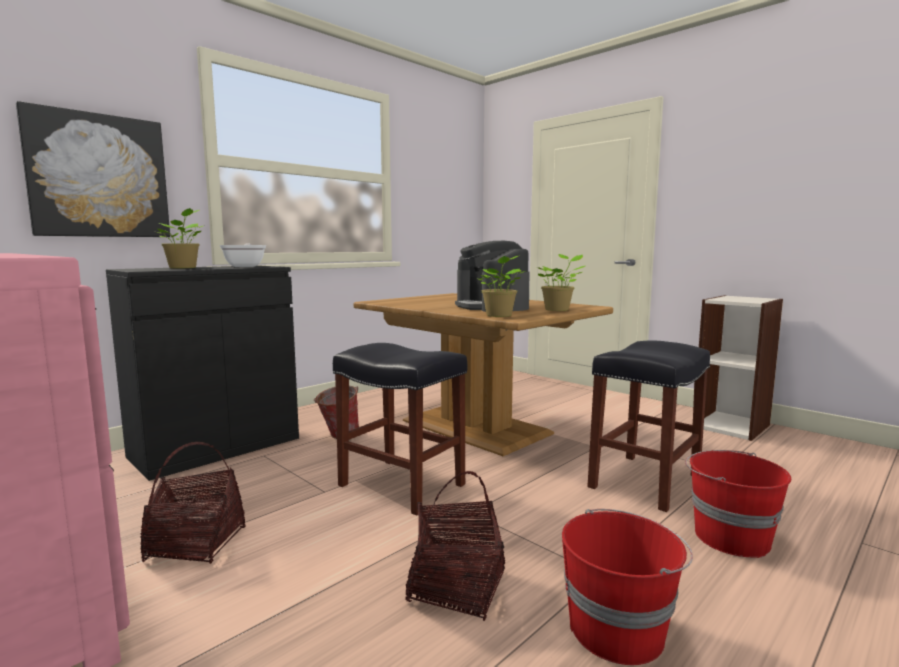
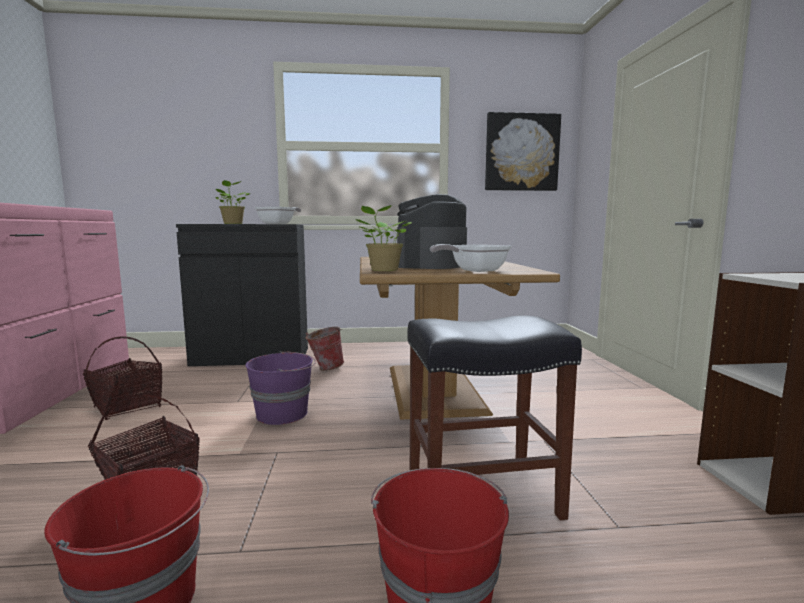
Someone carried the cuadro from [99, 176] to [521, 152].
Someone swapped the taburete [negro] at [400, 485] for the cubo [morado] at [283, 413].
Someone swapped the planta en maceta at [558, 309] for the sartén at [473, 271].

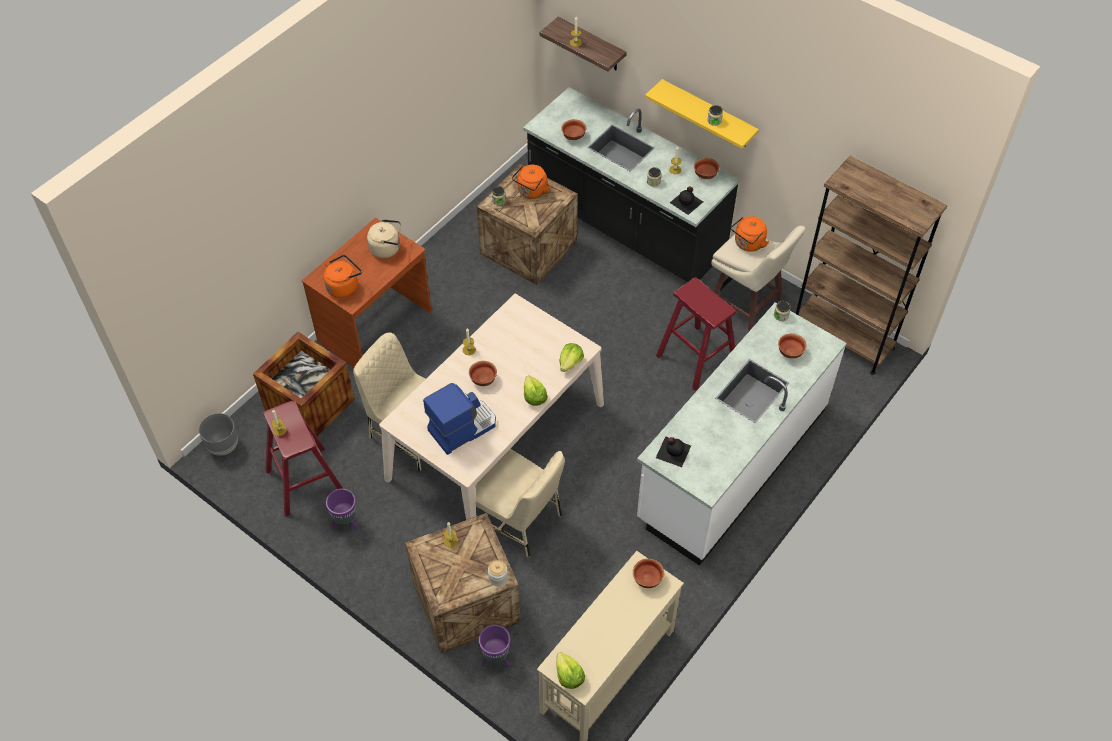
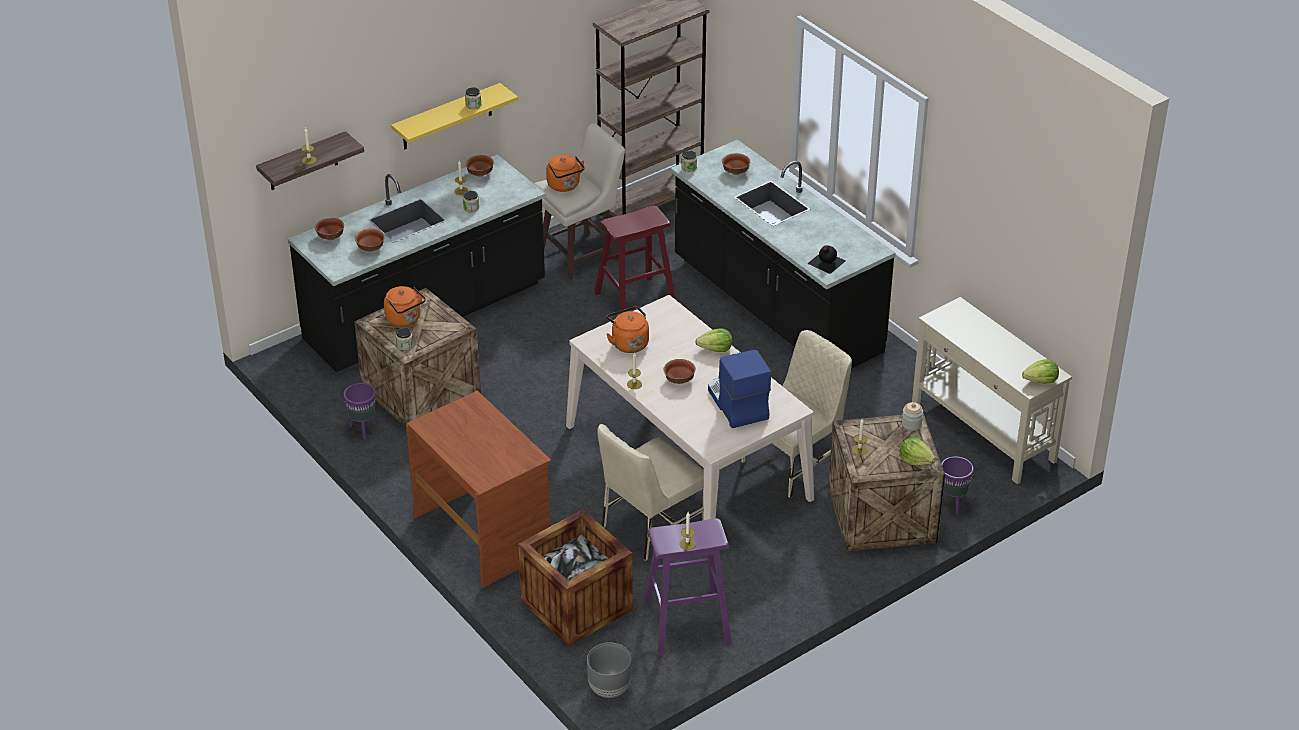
Someone repainted the taburete [rojo] at [305, 481], which became the taburete [morado] at [687, 621].
Someone carried the hervidor [naranja] from [344, 286] to [628, 343].
Someone carried the maceta [morado] from [346, 523] to [363, 429].
Someone took away the hervidor [beis] at [387, 248].
Someone carried the lechuga from [570, 362] to [915, 460].
Someone carried the cuenco from [647, 578] to [330, 237].
Someone repainted the mueble bajo de cocina [blanco] at [731, 464], which became the mueble bajo de cocina [negro] at [775, 307].
Someone took away the botella [negro] at [687, 202].

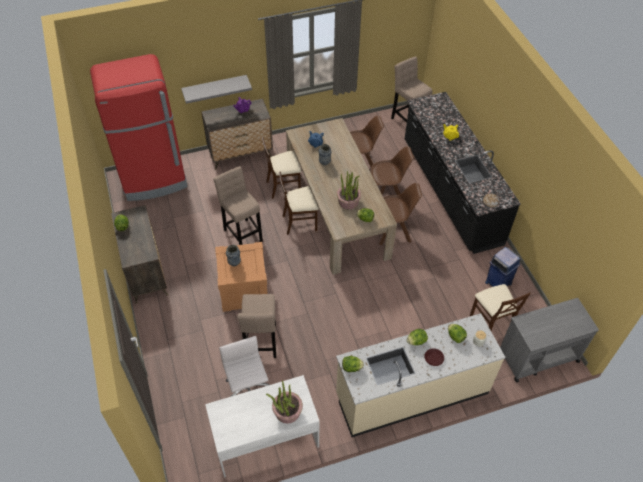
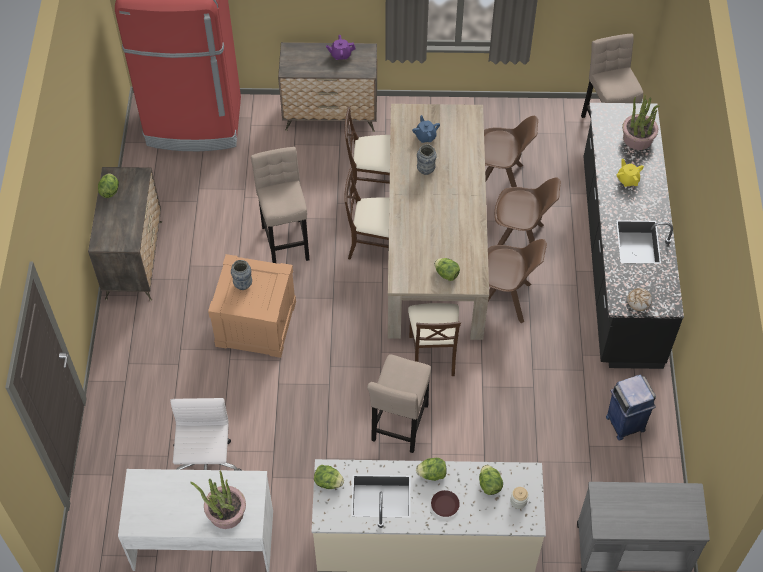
Someone took away the estante [gris] at [215, 87].
Someone carried the taburete [beis] from [261, 343] to [399, 426].
Someone carried the planta en maceta from [348, 202] to [637, 138].
Someone carried the silla [beis] from [491, 323] to [433, 354].

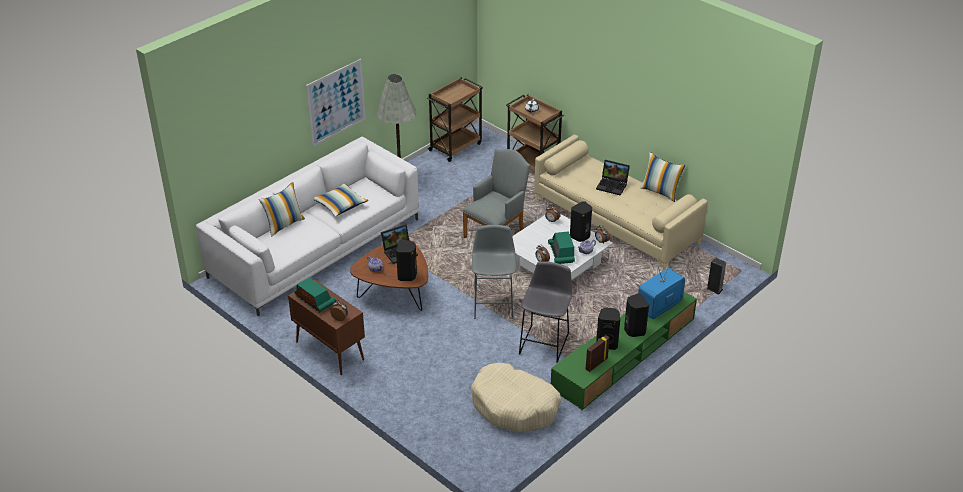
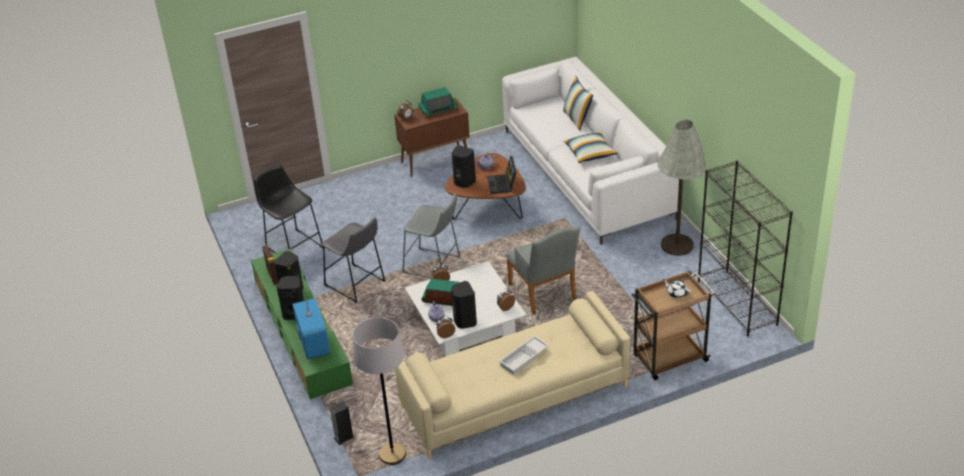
Someone took away the cuadro at [336, 102].
Someone swapped the carrito [marrón] at [456, 146] for the estantería [negro] at [737, 303].
Someone swapped the cama para perro [beis] at [514, 406] for the taburete [negro] at [293, 246].
Someone swapped the portátil at [613, 185] for the bandeja [blanco] at [524, 358].
Someone took away the cojín at [660, 192].
Someone put down the lámpara de pie [gris] at [392, 454].

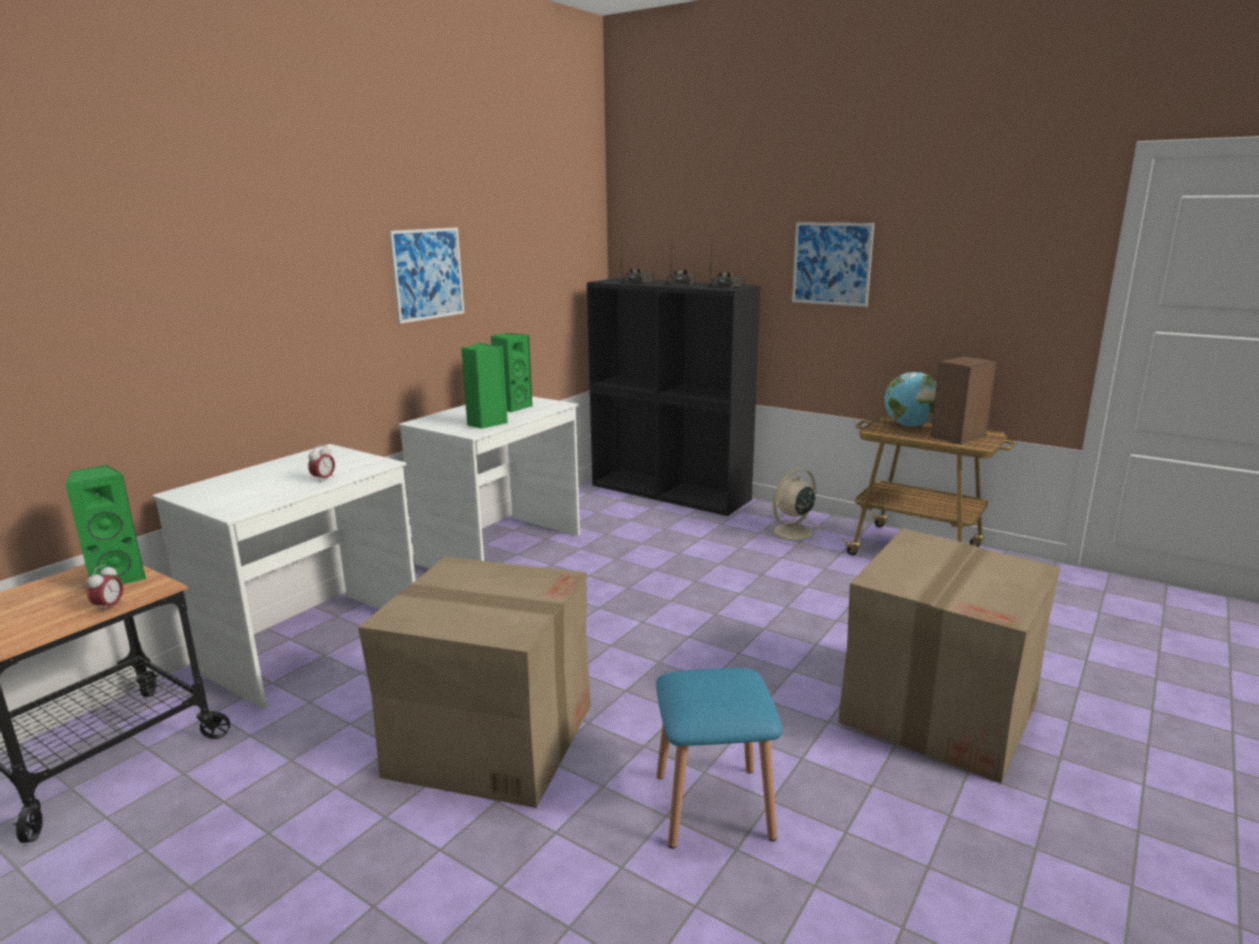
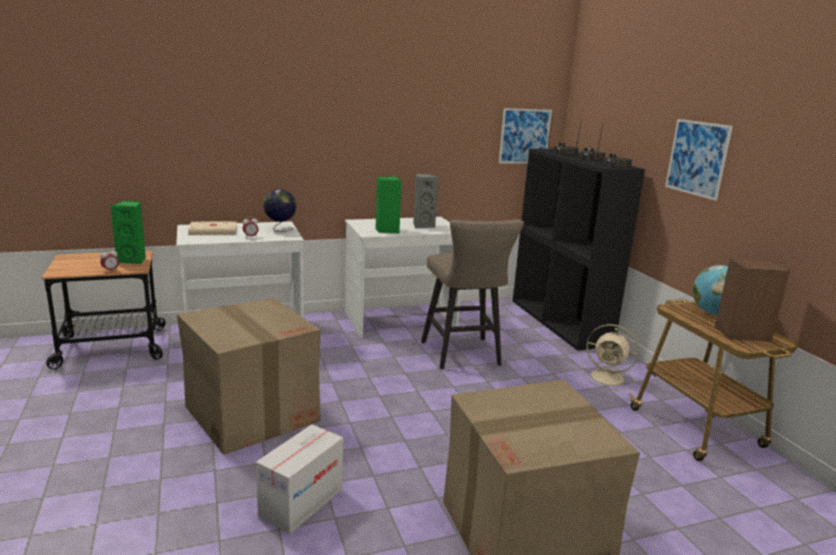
Someone carried the cuadro from [428, 274] to [525, 136].
Someone repainted the altavoz [verde] at [512, 407], which became the altavoz [gris] at [422, 225].
Someone swapped the taburete [azul] at [713, 805] for the caja de cartón at [301, 502].
Someone rotated the ventilador [beis] at [791, 533] by 150 degrees counterclockwise.
Someone put down the libro [beis] at [213, 231].
Someone put down the globo terráqueo at [280, 229].
Someone put down the taburete [beis] at [463, 356].

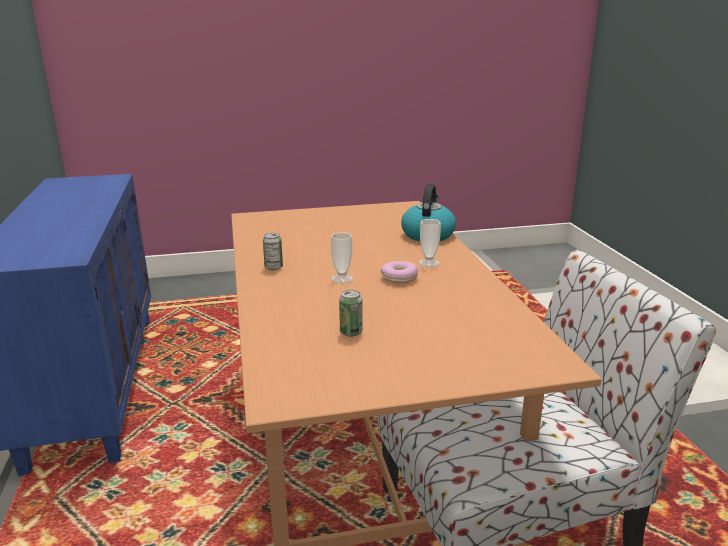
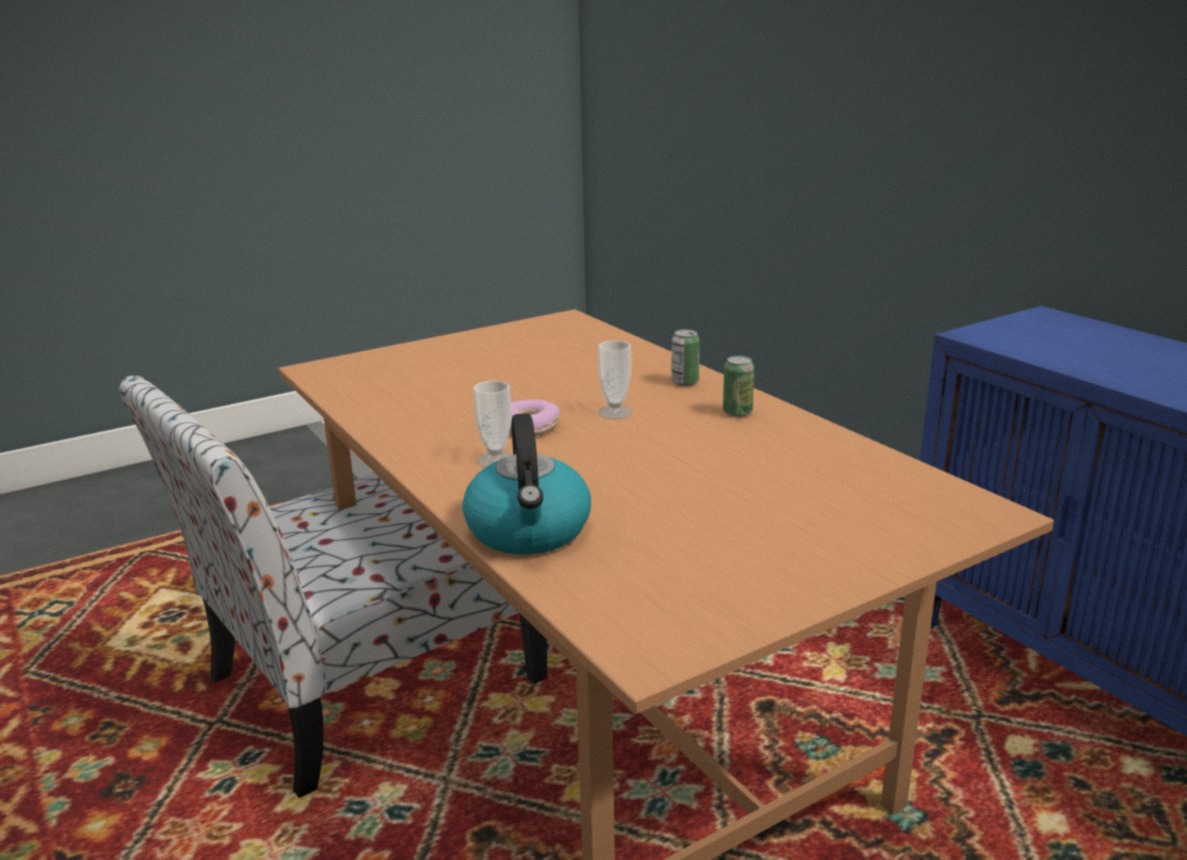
Someone carried the lata from [351, 332] to [685, 382].

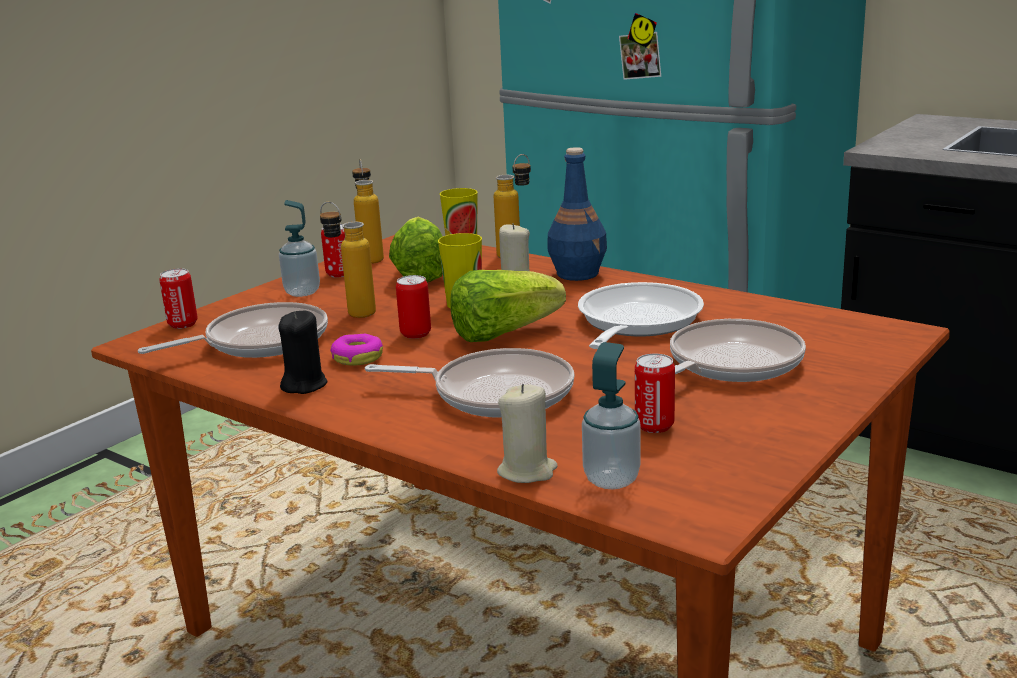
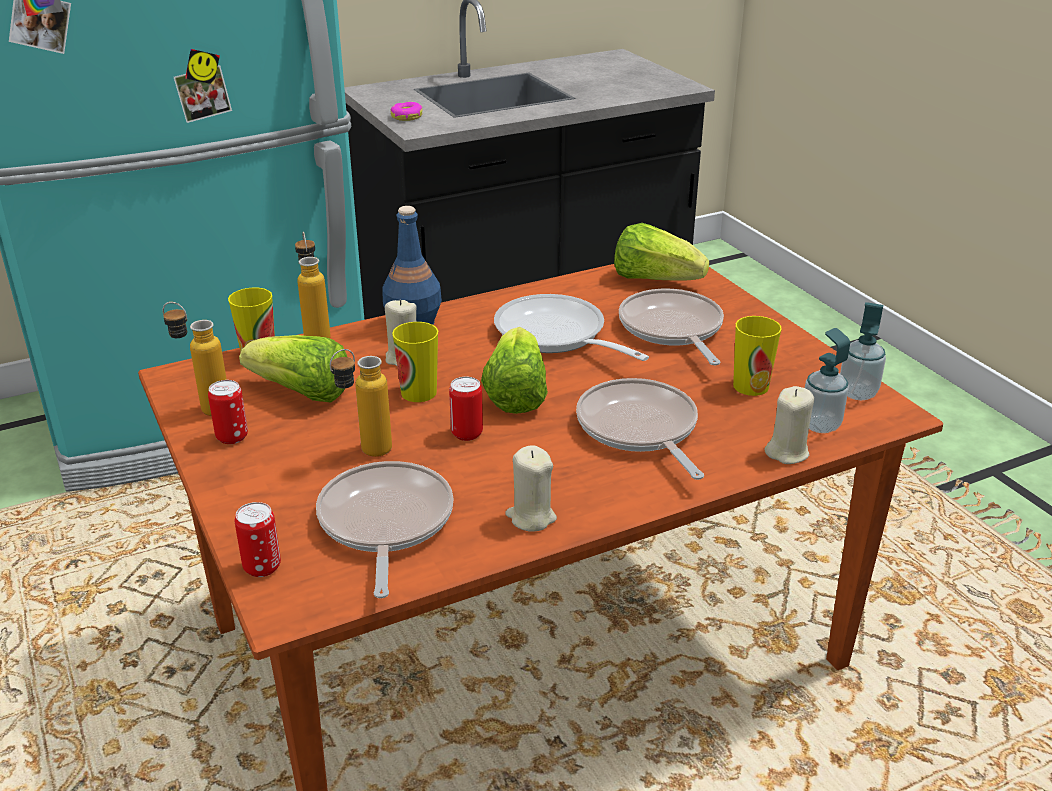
Someone repainted the vela [negro] at [304, 385], which became the vela [beis] at [531, 517].
Someone carried the dispensador de jabón from [302, 292] to [857, 393].
Someone carried the rosquilla from [357, 357] to [406, 117].
Someone rotated the sartén at [495, 393] by 60 degrees counterclockwise.
Someone swapped the lata at [654, 426] for the taza at [750, 386].
Someone put down the lechuga at [655, 280].

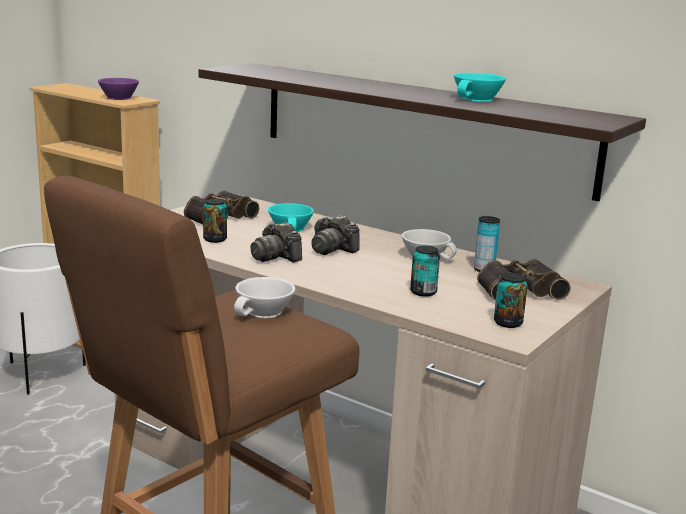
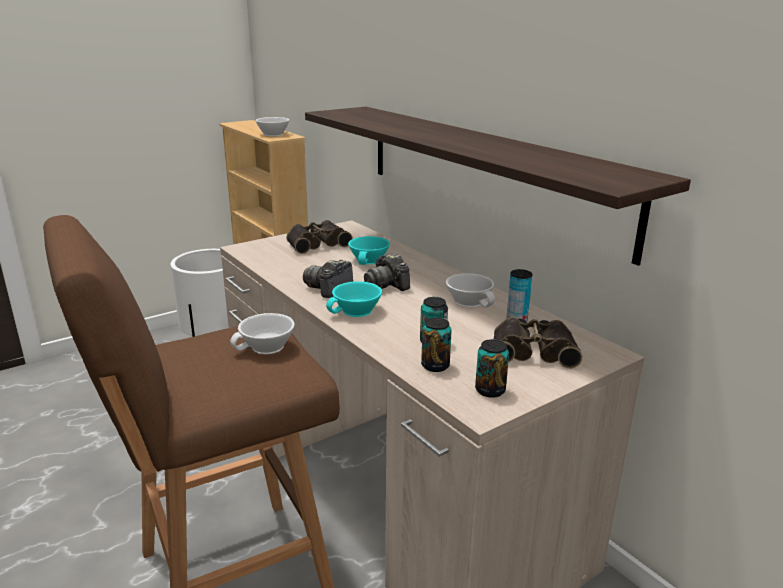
Someone repainted the taza [morado] at [117, 97], which became the taza [blanco] at [271, 134].
Someone carried the lata from [215, 239] to [435, 366].
Someone rotated the cámara at [275, 257] by 45 degrees clockwise.
Someone carried the taza [turquesa] from [478, 99] to [356, 311].

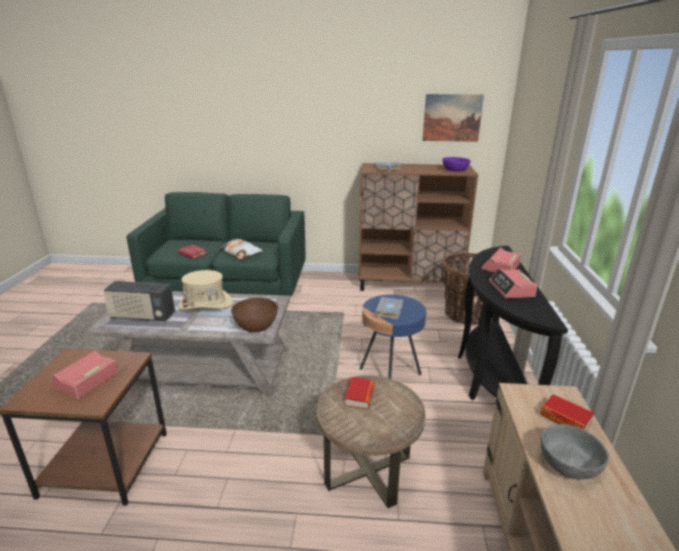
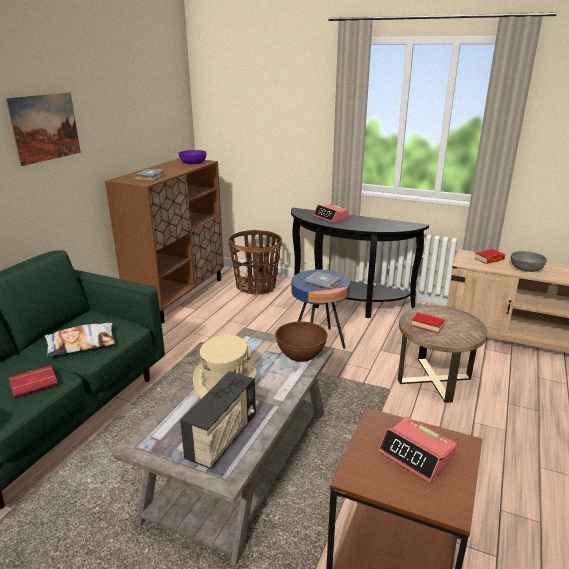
Someone carried the cuadro from [452, 118] to [45, 127].
Someone took away the despertador at [511, 289].

